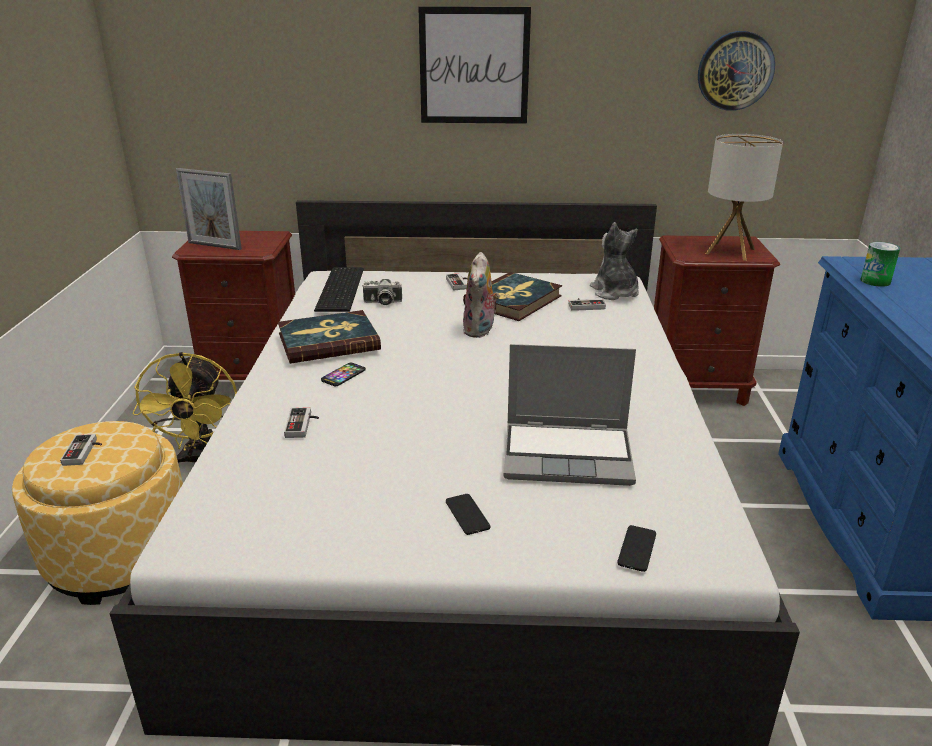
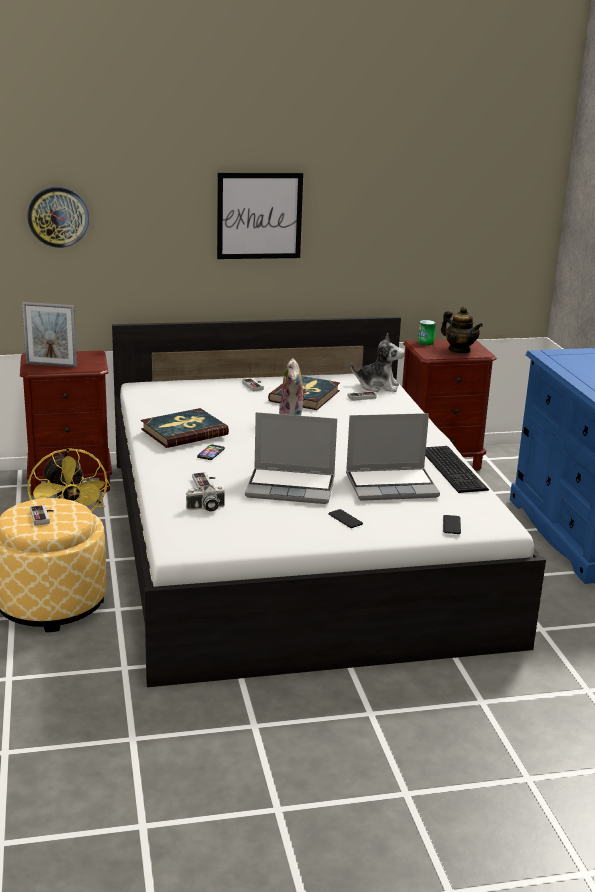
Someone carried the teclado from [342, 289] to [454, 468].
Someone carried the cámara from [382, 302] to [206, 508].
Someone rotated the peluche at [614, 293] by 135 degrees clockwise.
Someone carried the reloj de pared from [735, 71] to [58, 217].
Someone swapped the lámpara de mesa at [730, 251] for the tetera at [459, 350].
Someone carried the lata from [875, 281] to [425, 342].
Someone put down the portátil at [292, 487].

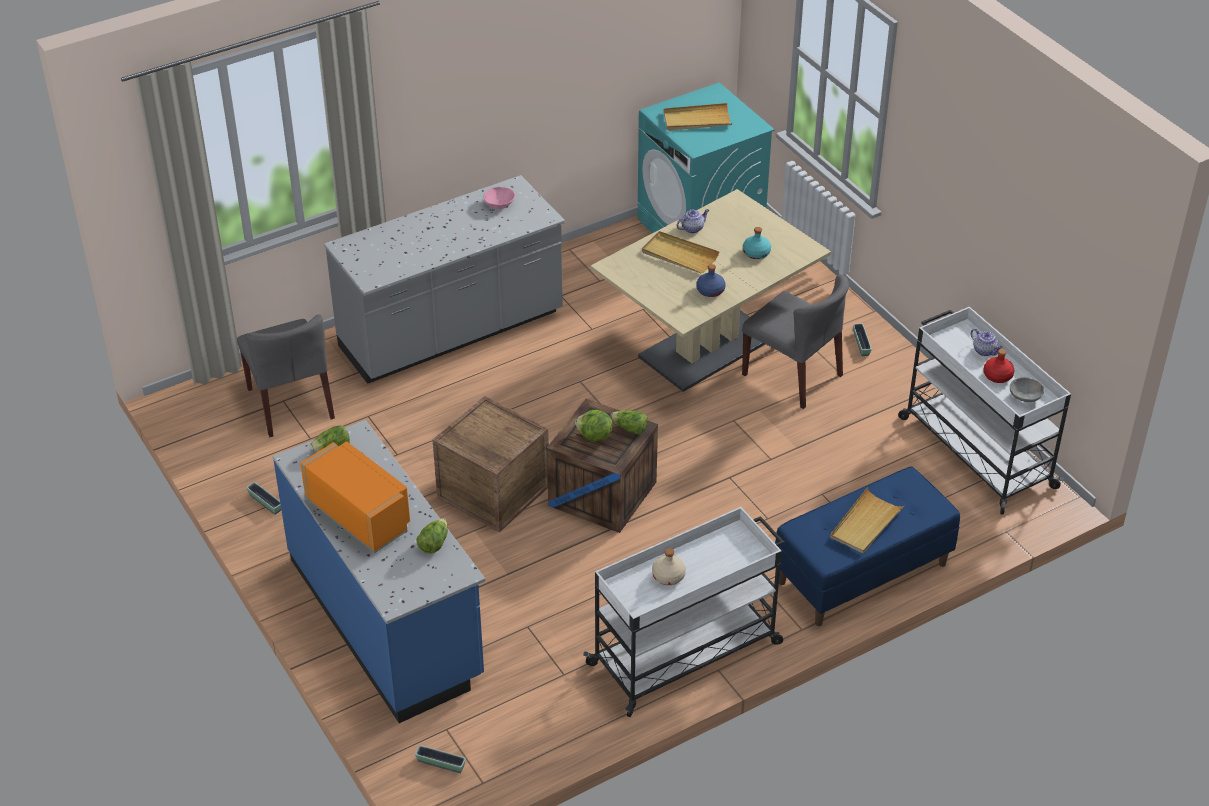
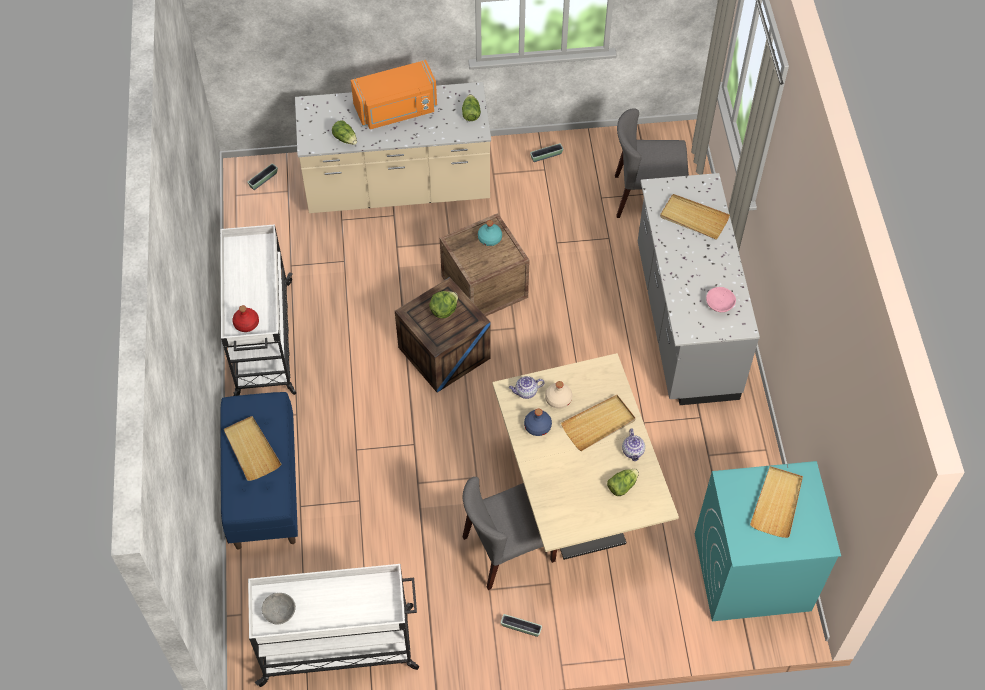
Someone repainted the mueble bajo de cocina [azul] at [387, 619], which became the mueble bajo de cocina [beis] at [398, 189].
Someone carried the lechuga from [630, 428] to [622, 485].
Someone carried the botella [beis] from [668, 576] to [558, 399].
Someone carried the botella [turquesa] from [756, 253] to [489, 238].
Someone carried the tetera from [985, 351] to [525, 392].
Someone carried the botella [rojo] from [997, 375] to [247, 324].
Someone put down the bandeja [beis] at [693, 218].

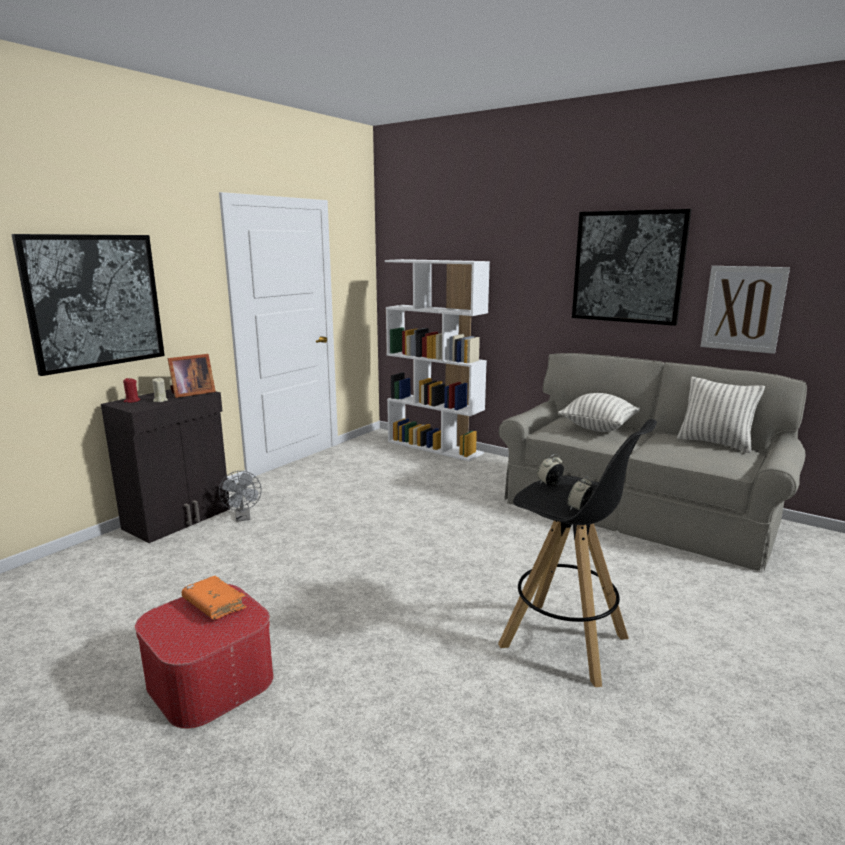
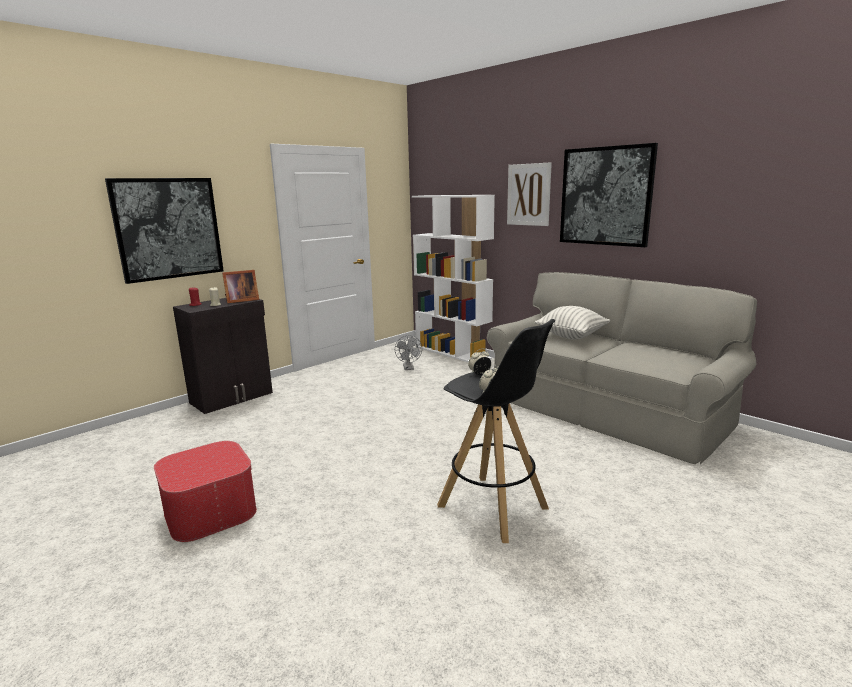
Someone took away the libro [naranja] at [214, 605].
Someone carried the ventilador [gris] from [243, 518] to [409, 368].
Someone took away the cojín at [714, 443].
Someone carried the cuadro from [743, 308] to [528, 194].

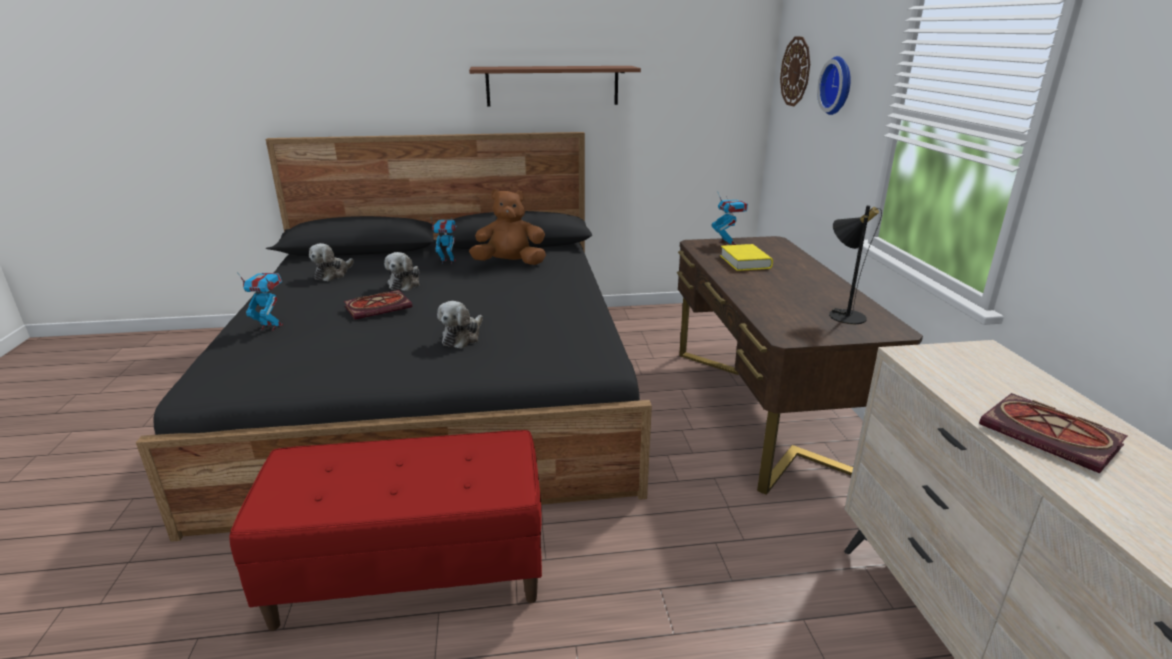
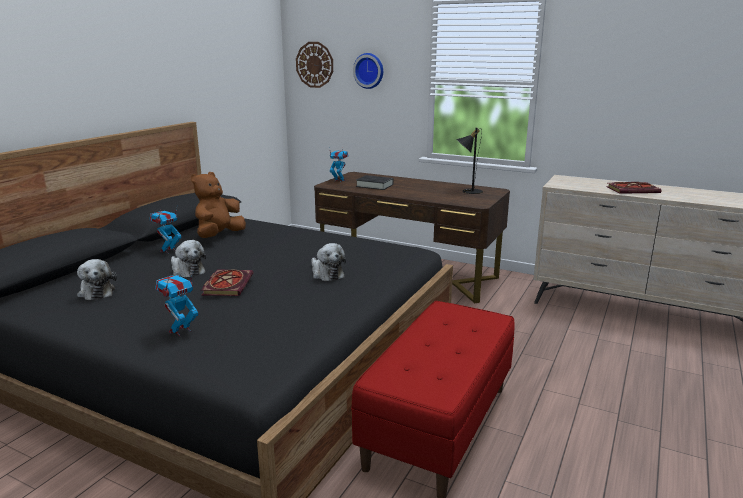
Someone took away the estante [marrón] at [552, 86].
Someone repainted the libro [amarillo] at [745, 262], which became the libro [negro] at [374, 185].

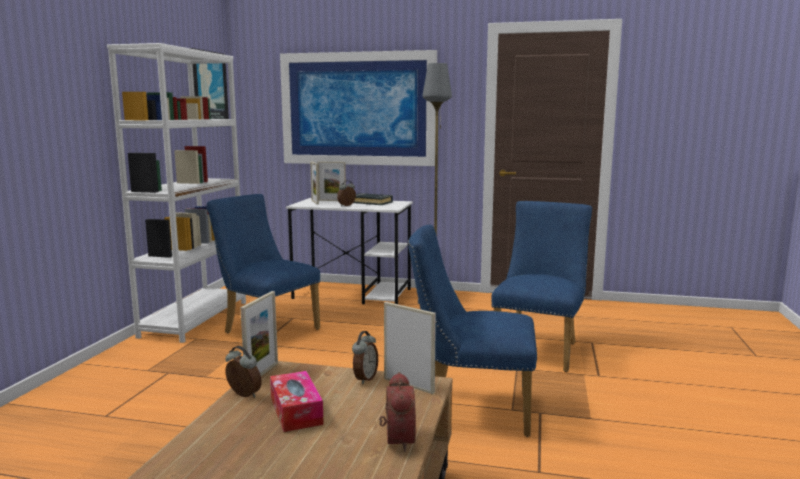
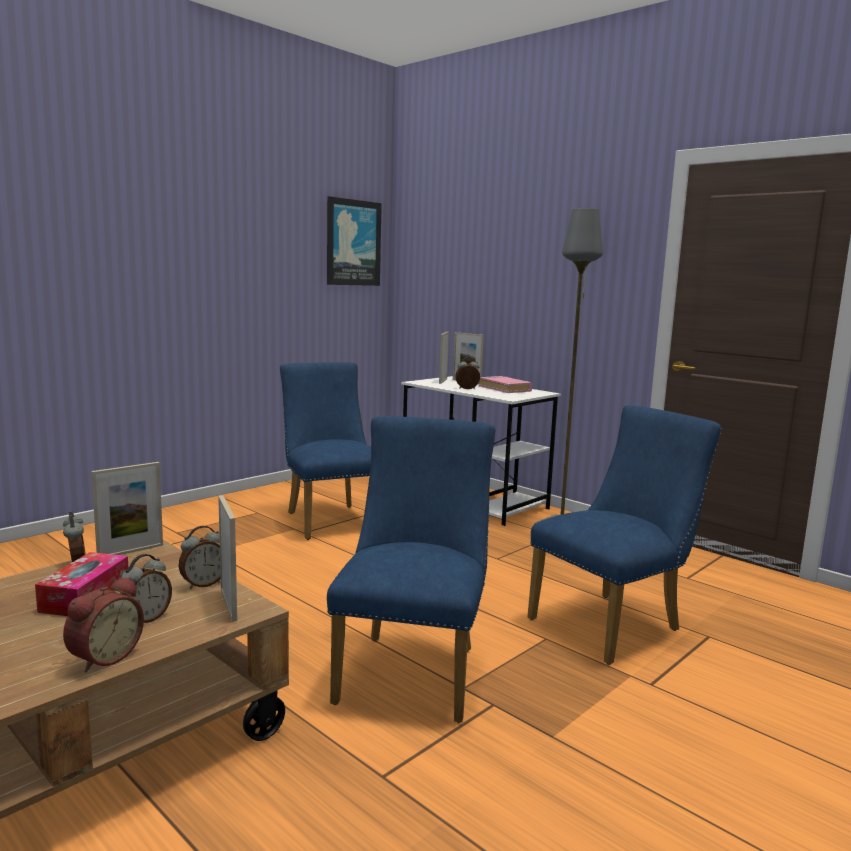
Someone took away the estantería [blanco] at [195, 319].
Someone took away the cuadro at [358, 109].
Someone repainted the libro [negro] at [371, 202], which became the libro [rosa] at [505, 388].
Someone rotated the silla [azul] at [470, 409] by 60 degrees clockwise.
Someone put down the despertador at [146, 619].

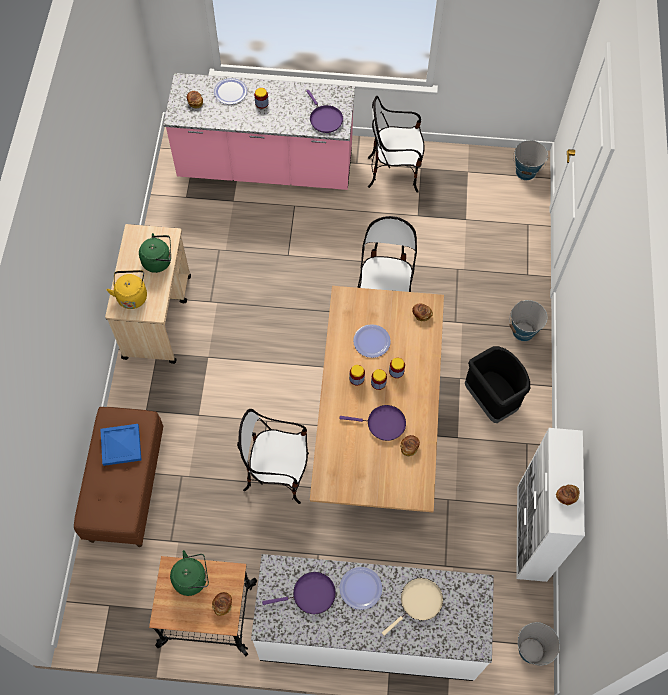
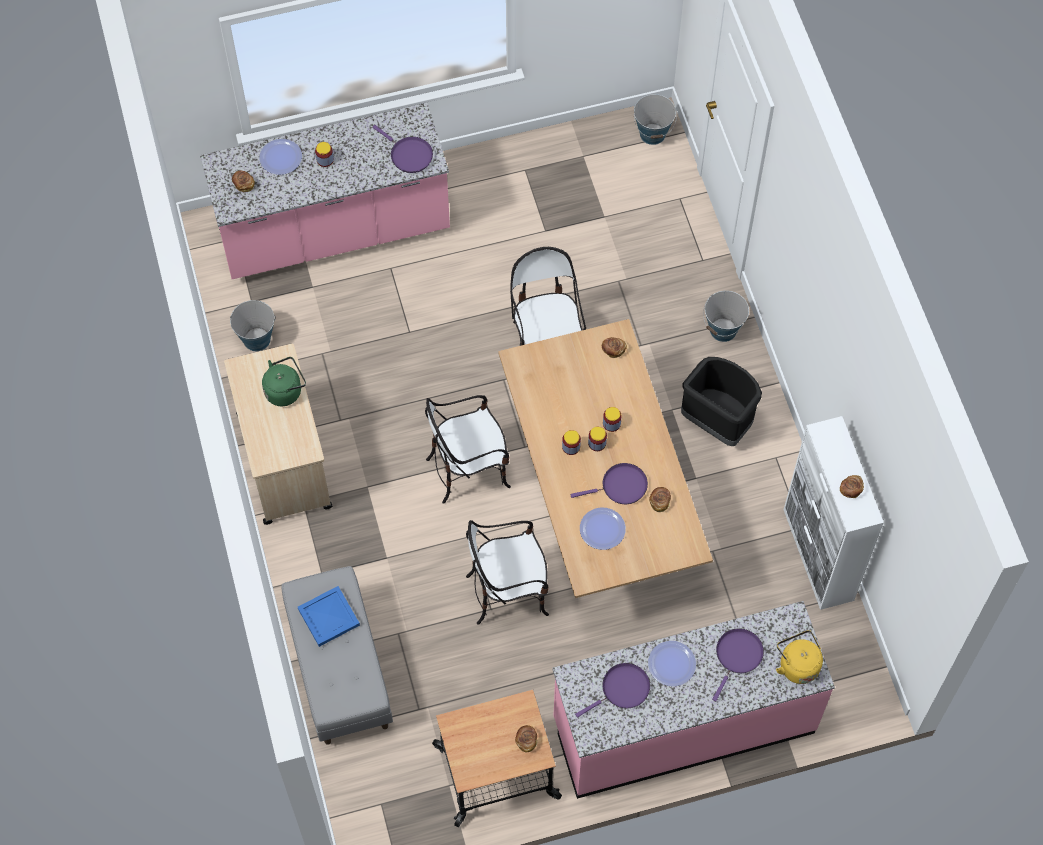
Someone repainted the banco [marrón] at [126, 486], which became the banco [gris] at [339, 668].
Someone carried the hervidor [amarillo] from [132, 295] to [797, 664].
Someone took away the hervidor [verde] at [192, 579].
Someone repainted the mueble bajo de cocina [blanco] at [369, 632], which became the mueble bajo de cocina [rosa] at [683, 725].
Someone carried the plato from [371, 341] to [602, 529].
Someone carried the silla from [394, 172] to [468, 469].
Someone repainted the sartén [beis] at [419, 602], which became the sartén [morado] at [738, 656].
Someone carried the cubo from [531, 650] to [256, 339].

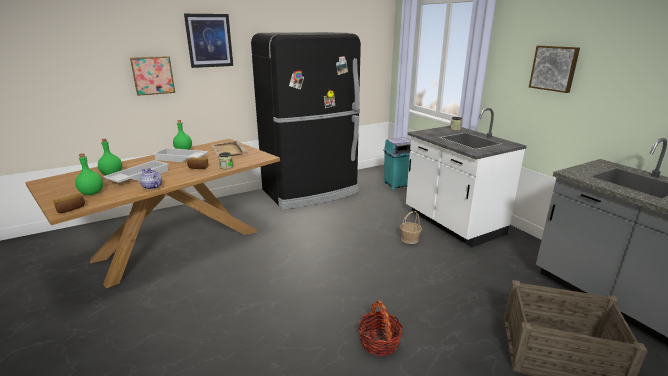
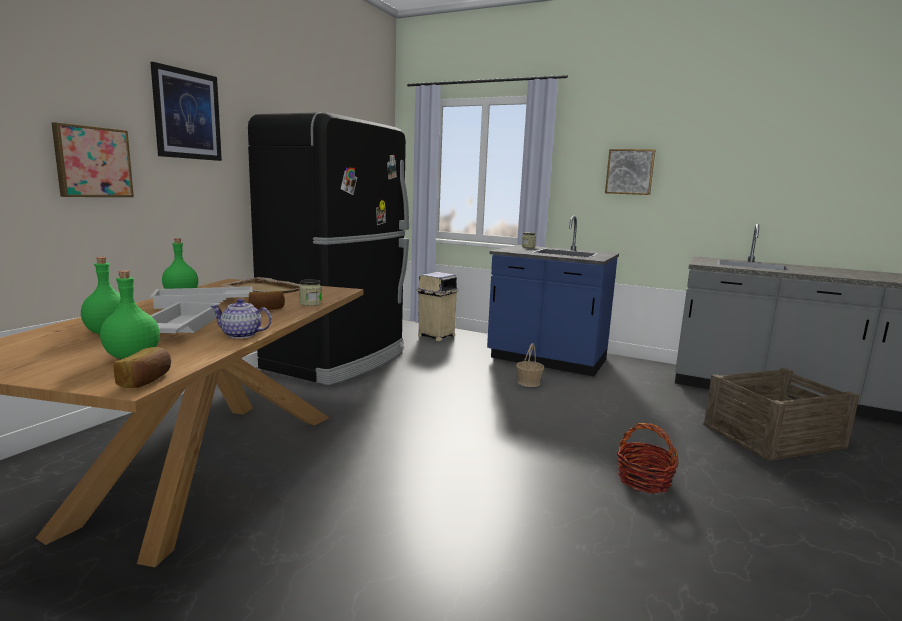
Someone repainted the papelera [turquesa] at [396, 185], which became the papelera [beis] at [436, 336].
Someone repainted the mueble bajo de cocina [blanco] at [452, 223], which became the mueble bajo de cocina [azul] at [546, 360].

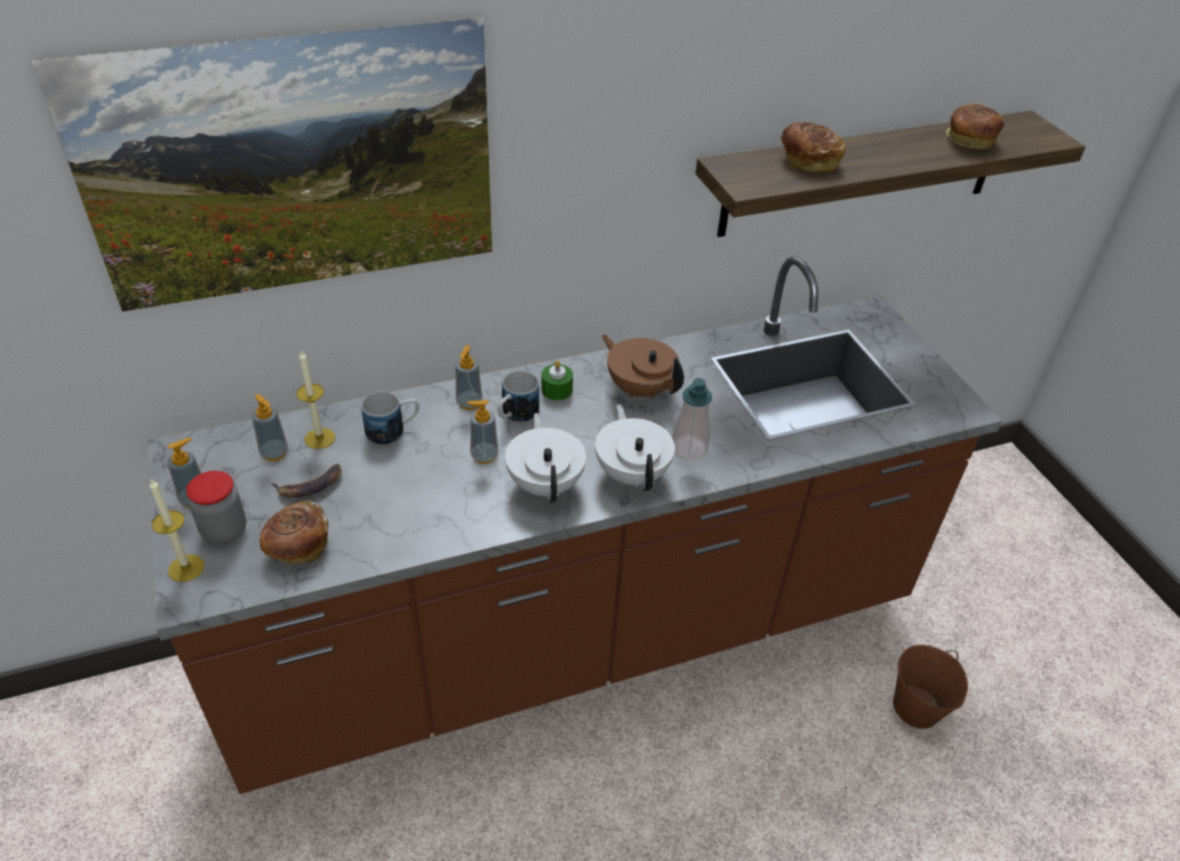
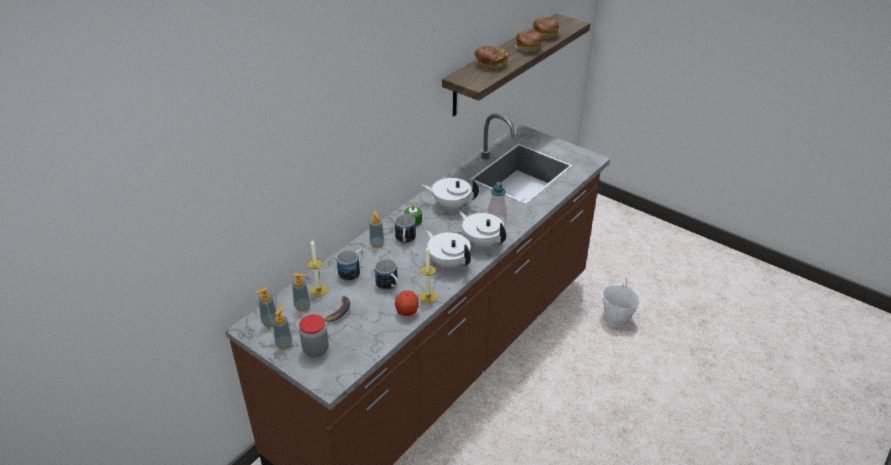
Someone took away the cuadro at [306, 227].
Someone carried the vela from [186, 568] to [428, 297].
Someone carried the pan from [298, 546] to [528, 48].
Someone carried the dispensador de jabón from [484, 456] to [270, 322].
Someone repainted the tetera [marrón] at [640, 388], which became the tetera [blanco] at [450, 205].
Someone repainted the cubo [marrón] at [917, 708], which became the cubo [blanco] at [617, 318].
Someone put down the taza grande at [389, 286].
Someone put down the manzana at [407, 312].

